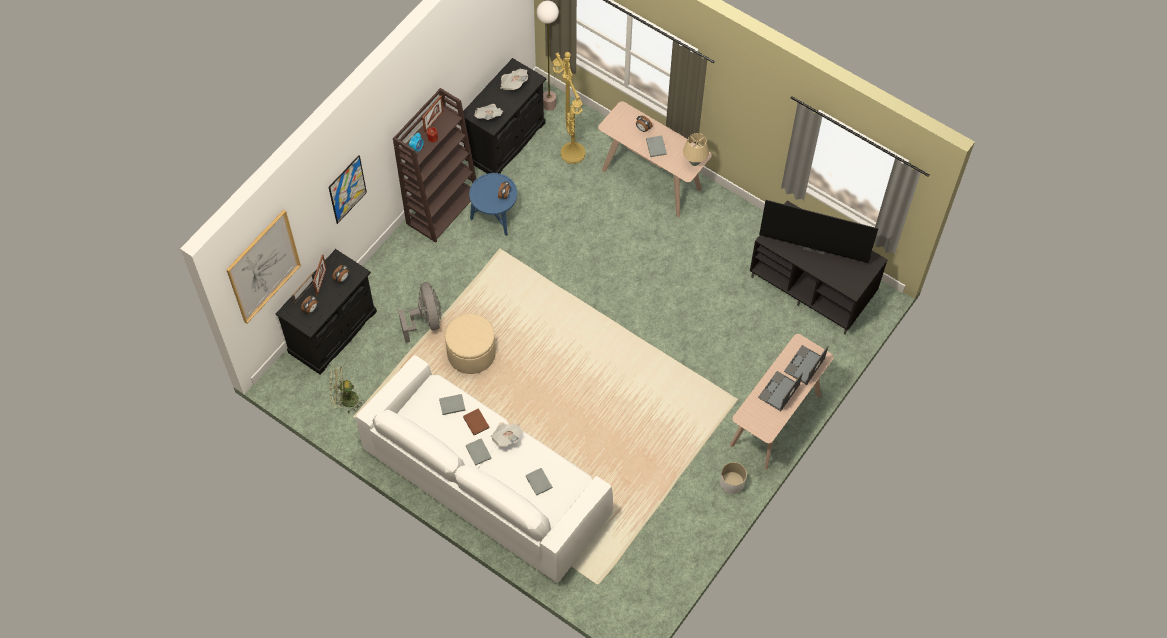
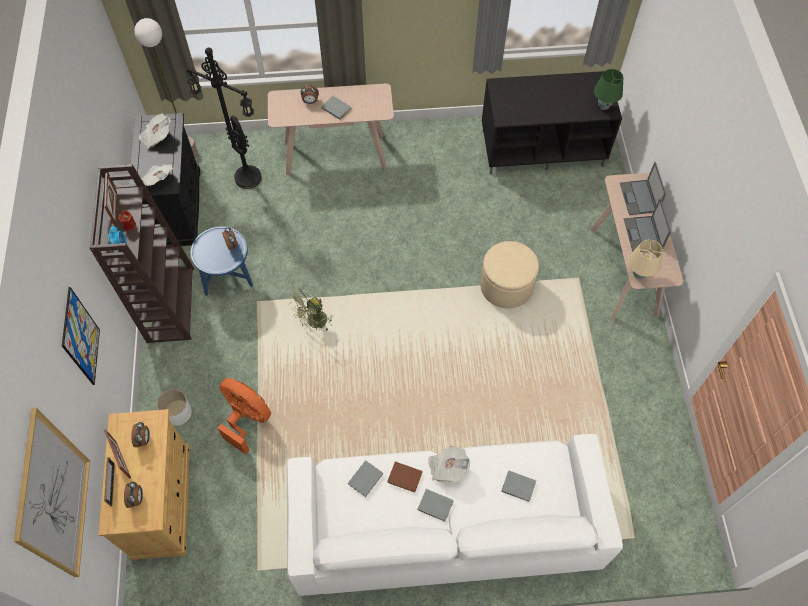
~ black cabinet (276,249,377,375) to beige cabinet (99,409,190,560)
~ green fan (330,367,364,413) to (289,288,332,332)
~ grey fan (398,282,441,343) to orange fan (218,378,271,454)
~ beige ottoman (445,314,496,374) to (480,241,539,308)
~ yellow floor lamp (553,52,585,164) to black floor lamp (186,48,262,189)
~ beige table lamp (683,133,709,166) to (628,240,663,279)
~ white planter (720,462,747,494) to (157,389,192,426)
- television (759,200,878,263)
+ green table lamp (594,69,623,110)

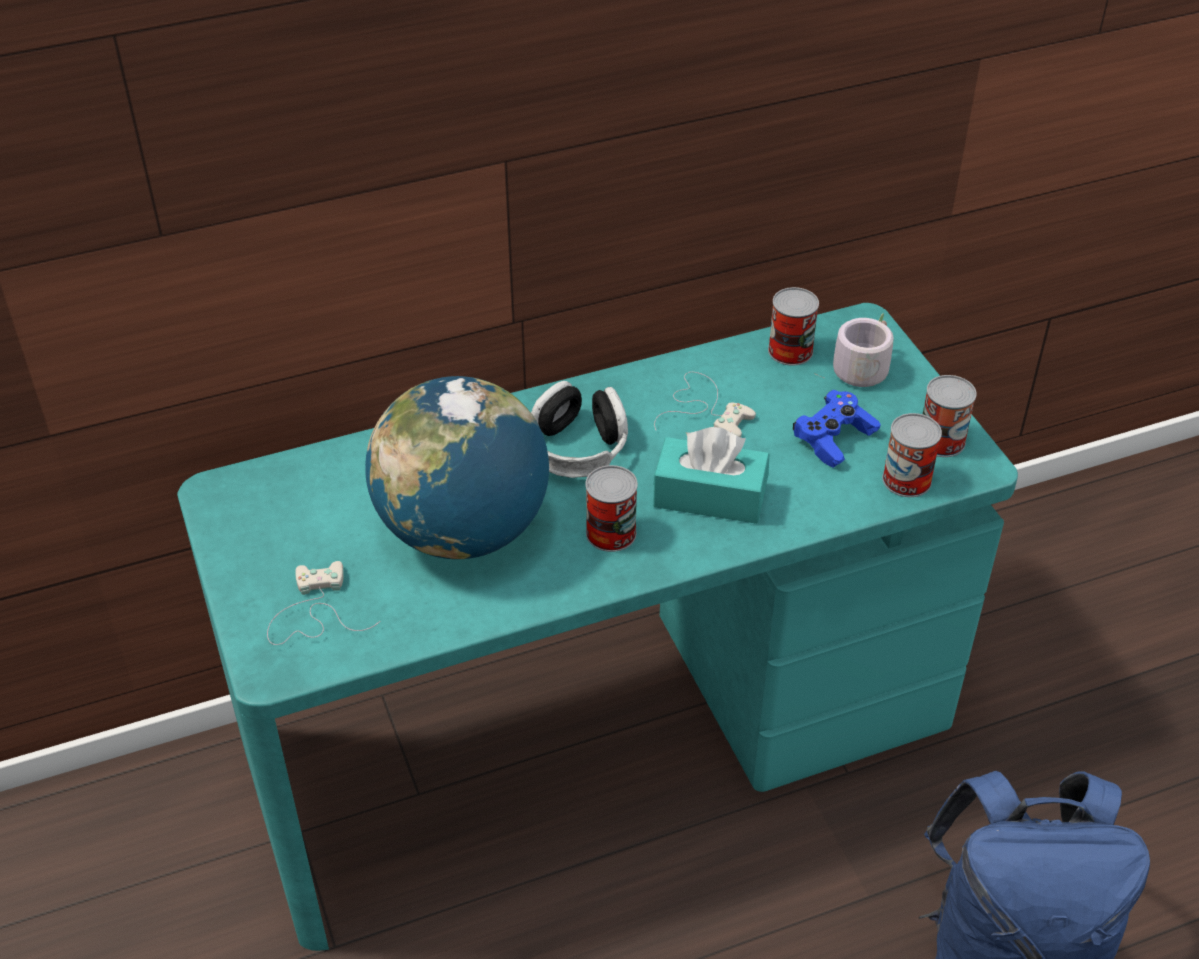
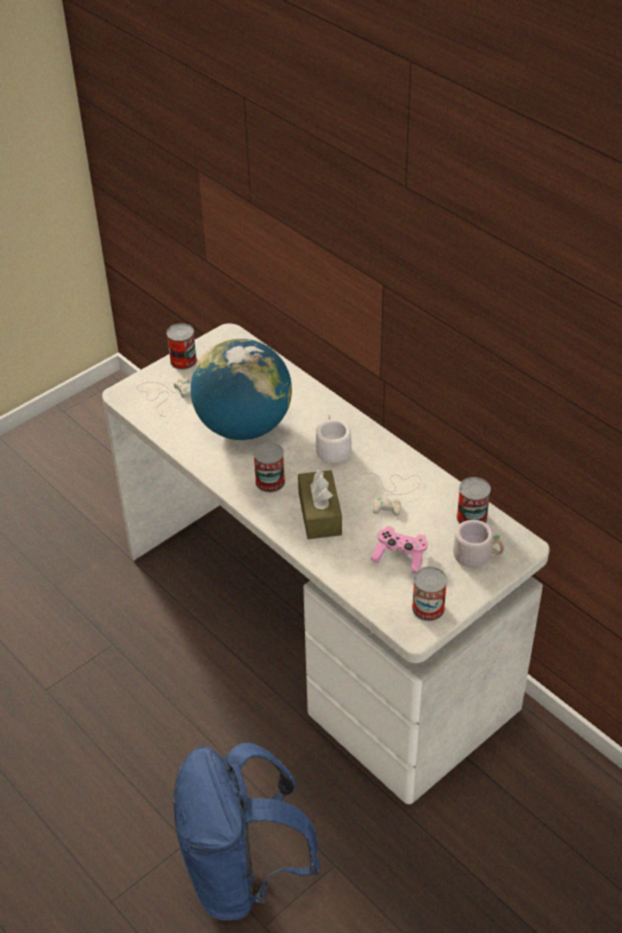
~ turquoise desk (177,303,1018,951) to white desk (102,323,550,804)
~ headphones (531,381,628,478) to white mug (316,415,352,469)
~ turquoise tissue box (653,427,769,524) to brown tissue box (298,469,342,539)
~ blue game controller (793,390,881,468) to pink game controller (371,526,428,573)
~ can (882,413,942,497) to (167,323,197,370)

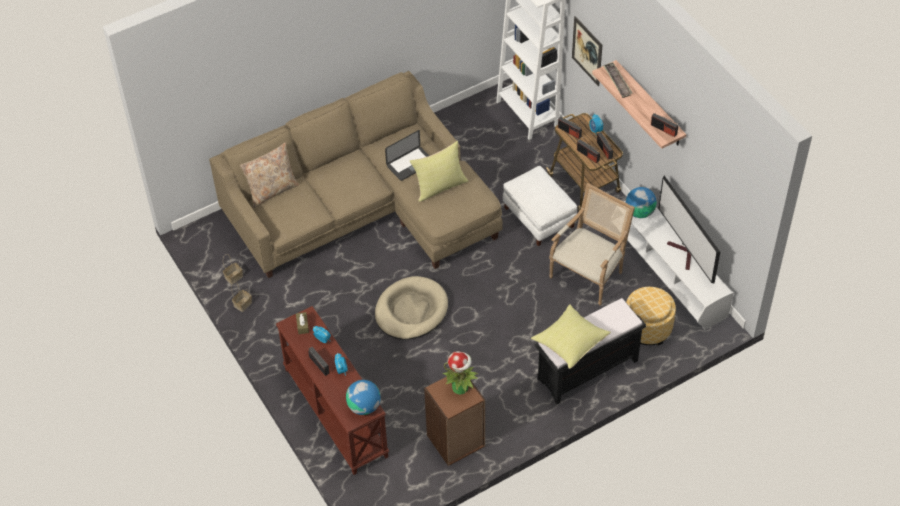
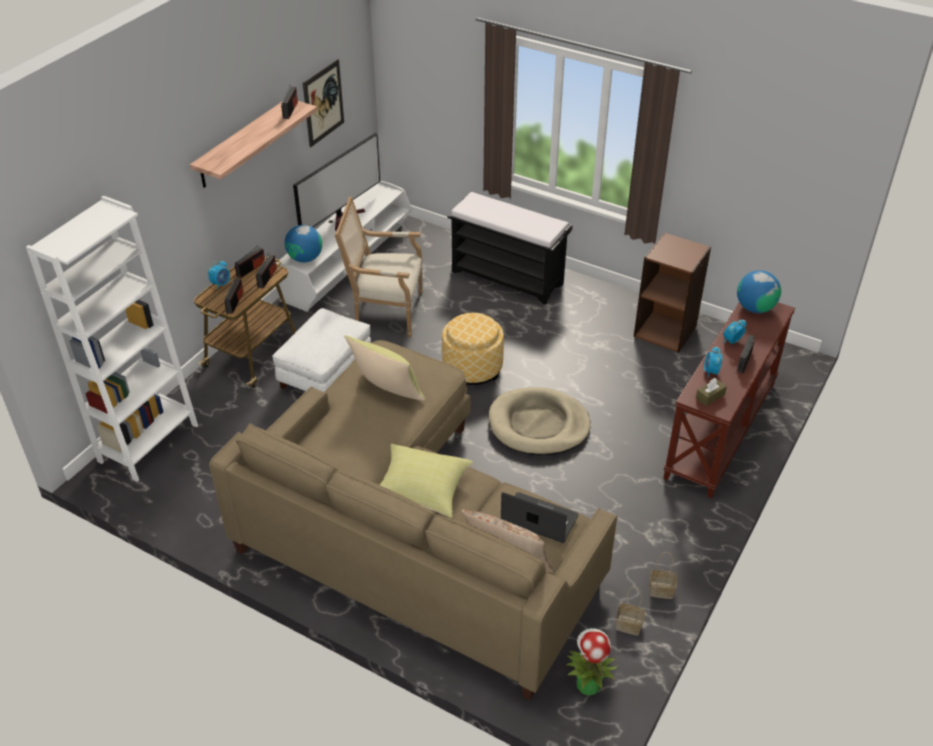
~ laptop (385,130,429,181) to (501,492,578,543)
~ potted plant (442,351,478,394) to (567,628,619,695)
~ yellow pillow (531,304,611,369) to (379,444,474,518)
~ picture (572,16,603,86) to (303,59,344,147)
- tray (603,62,633,98)
~ ottoman (626,287,676,345) to (442,313,504,385)

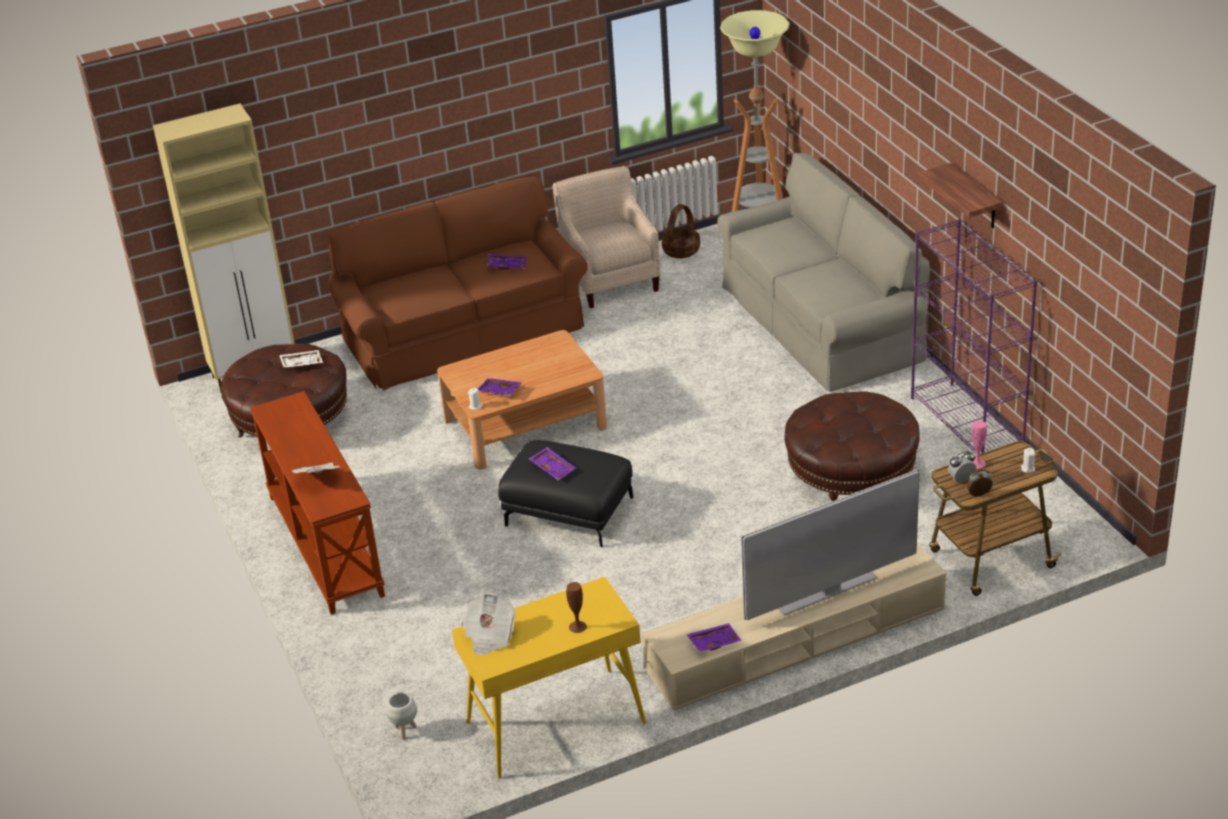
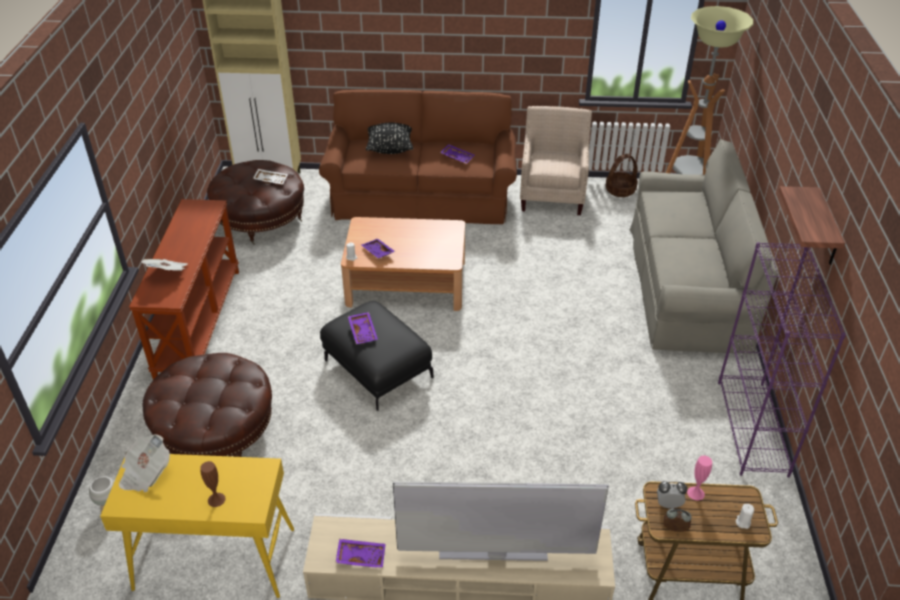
~ brown ottoman (784,391,920,501) to (142,353,272,457)
+ black pillow (366,123,413,154)

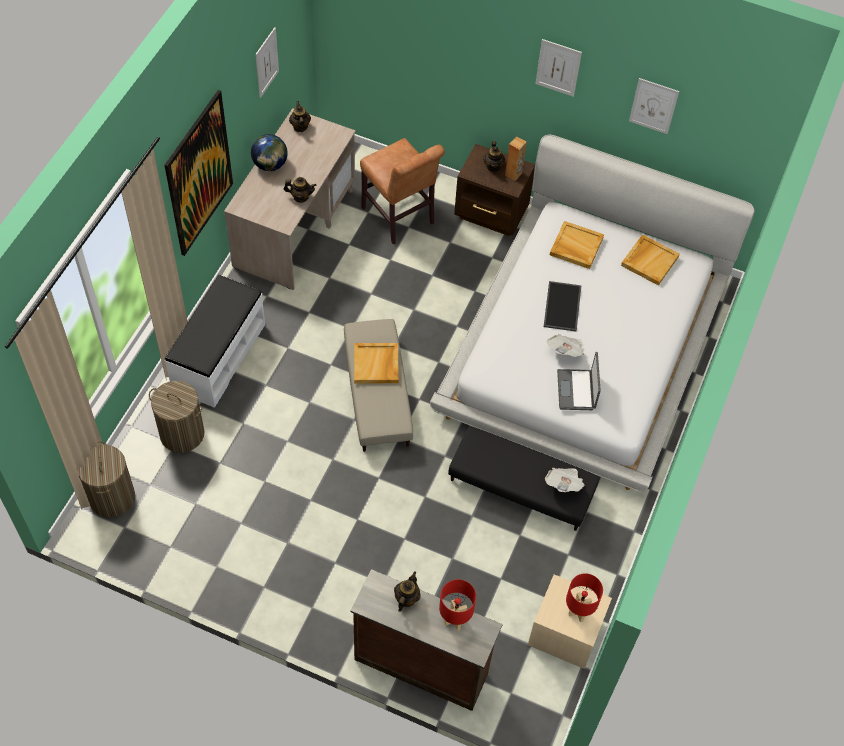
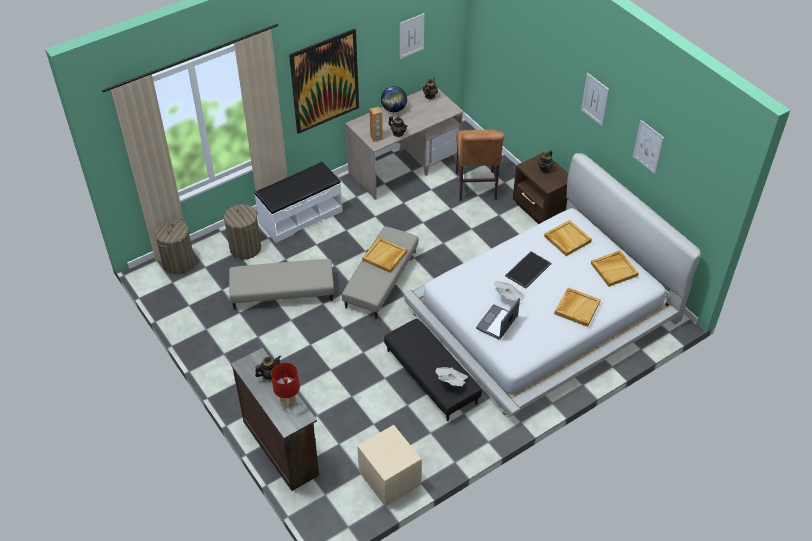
~ brown speaker (505,136,527,181) to (370,107,383,142)
- red table lamp (566,573,603,622)
+ beige ottoman (229,259,334,309)
+ beige tray (554,288,601,327)

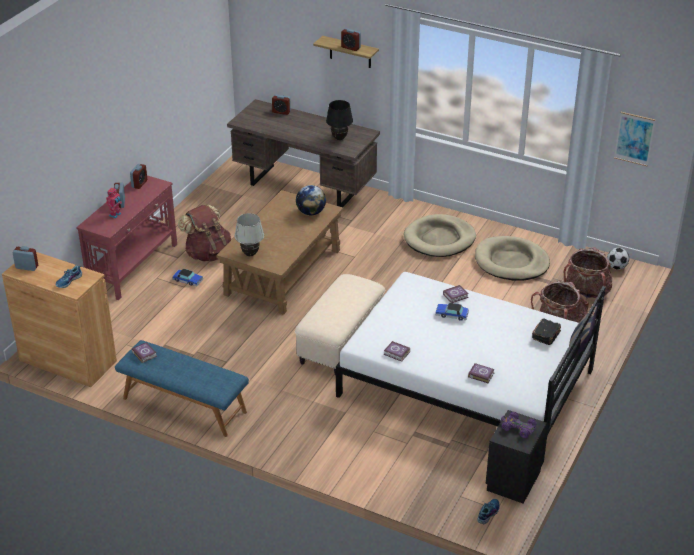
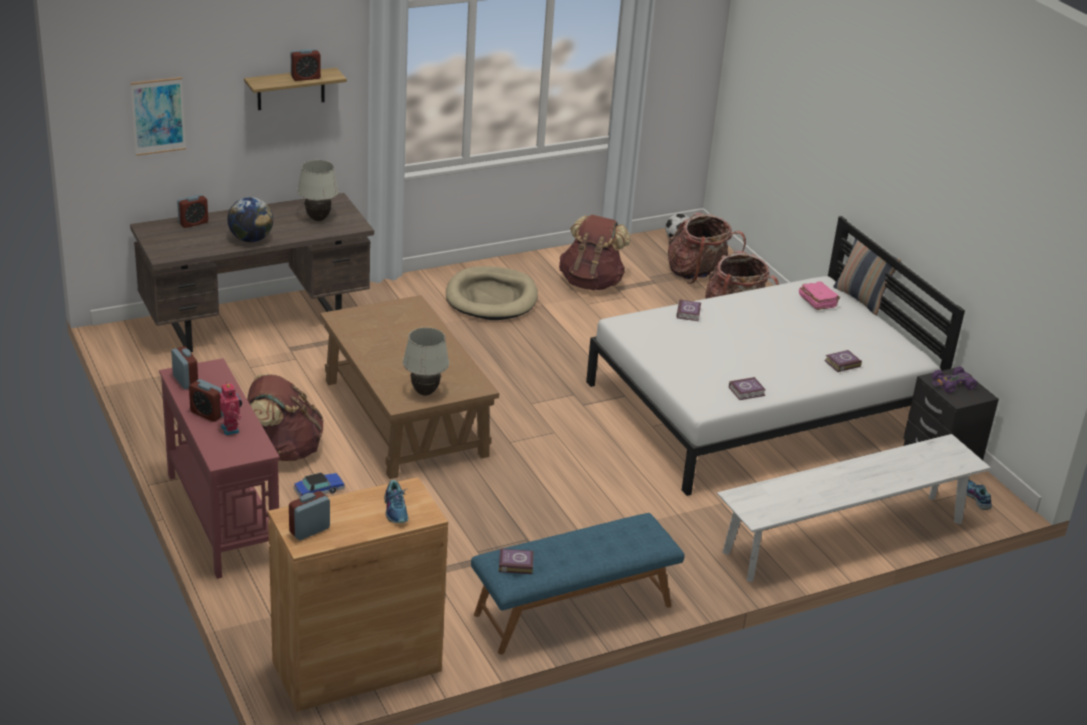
- beige ottoman (295,274,385,376)
~ globe (296,185,326,215) to (227,197,273,242)
~ black table lamp (326,100,353,140) to white table lamp (297,160,339,221)
- toy car (435,303,469,321)
~ beige dog bed (475,236,550,281) to brown backpack (559,215,631,290)
~ black book (532,319,561,345) to pink book (799,281,840,310)
~ picture (614,112,656,167) to (130,77,186,156)
+ white bench (717,434,991,582)

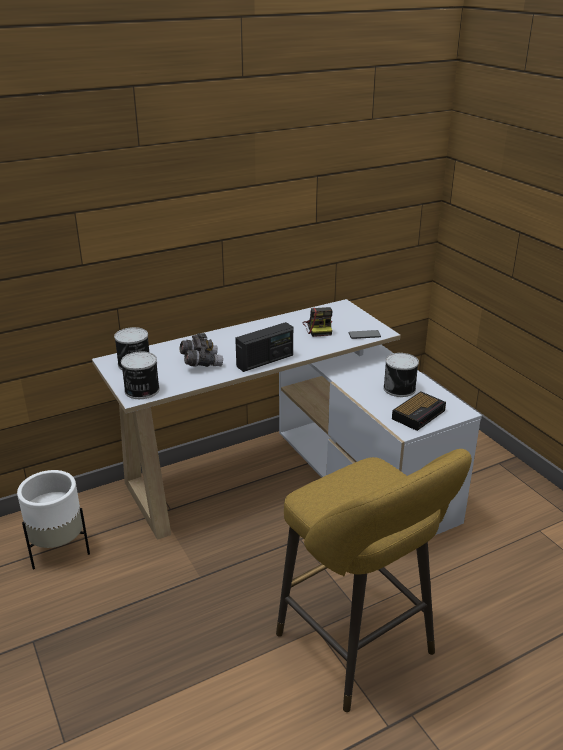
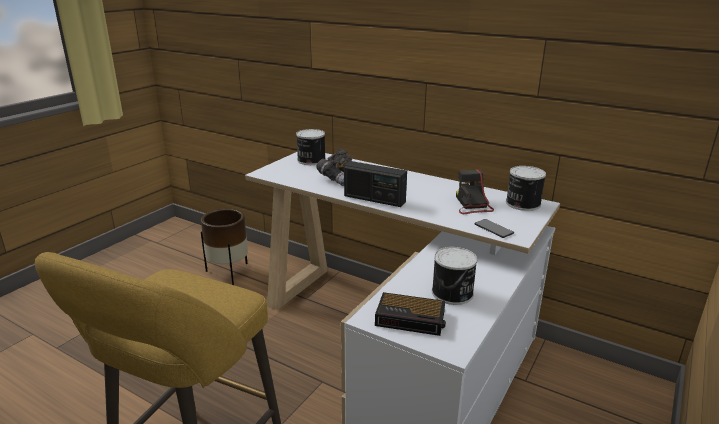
~ white planter (17,470,90,570) to brown planter (201,208,248,285)
~ can (121,351,160,399) to (506,166,546,211)
~ photo camera (303,307,332,337) = (456,169,494,214) 120 degrees clockwise

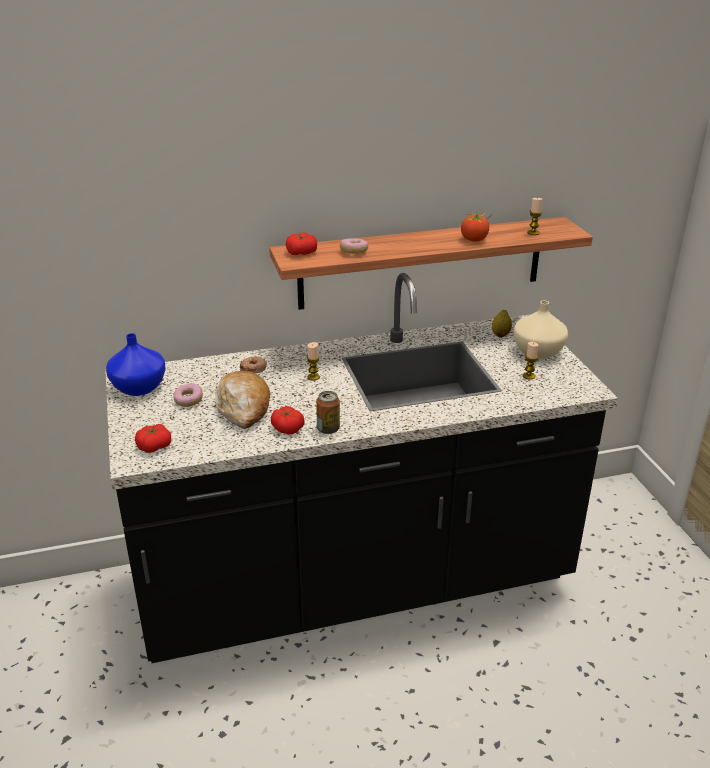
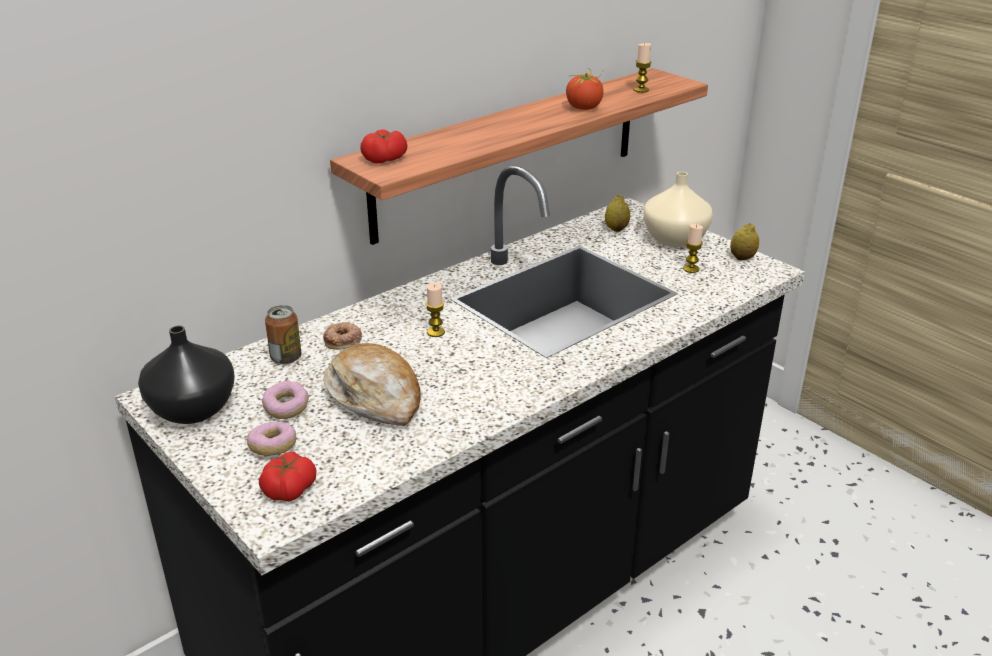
~ blue vase (106,333,166,396) to black vase (138,326,235,424)
- tomato (271,406,305,435)
~ can (316,391,340,434) to (265,305,301,364)
~ donut (340,238,368,254) to (247,422,296,456)
+ lemon (730,223,759,260)

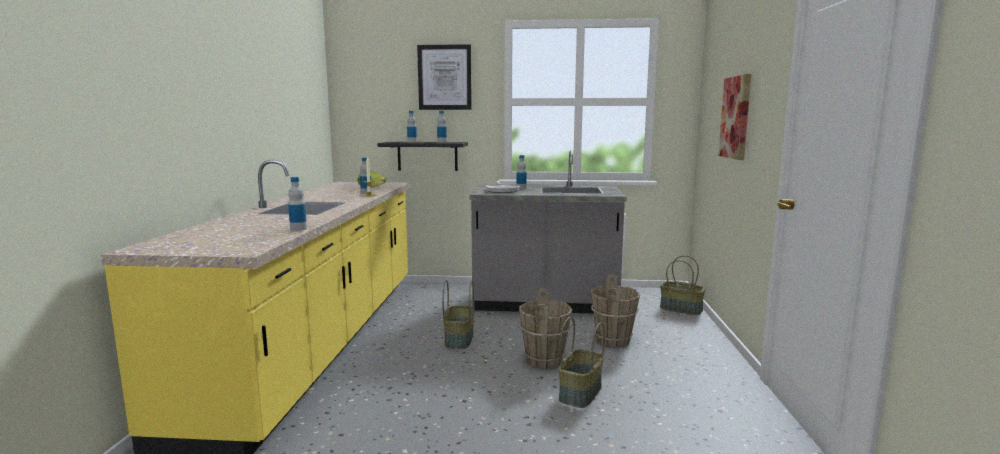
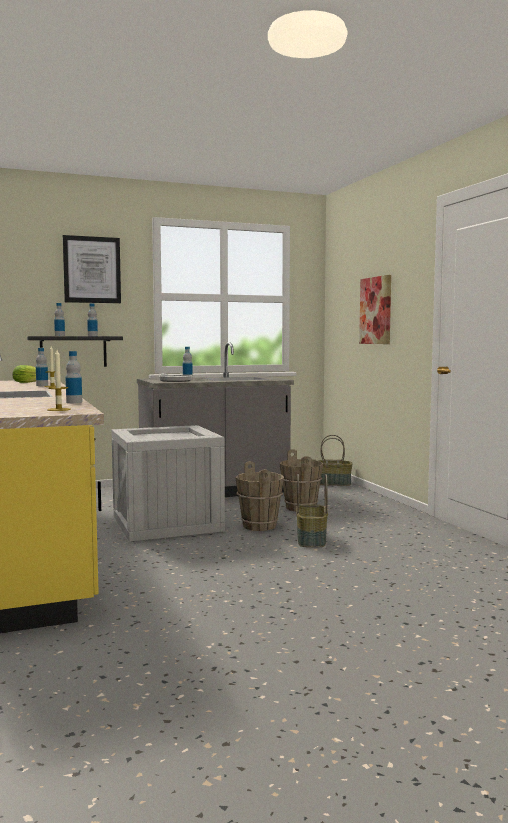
~ basket (442,280,474,349) to crate (112,425,225,542)
+ candle (47,350,71,411)

